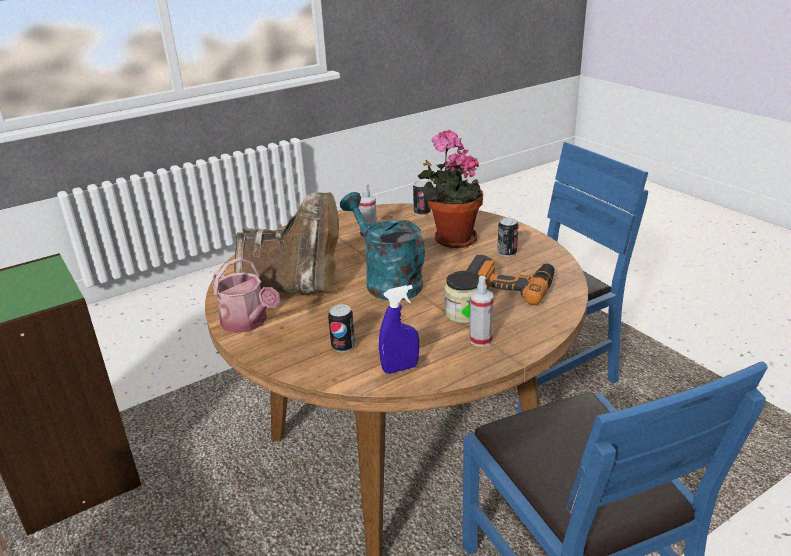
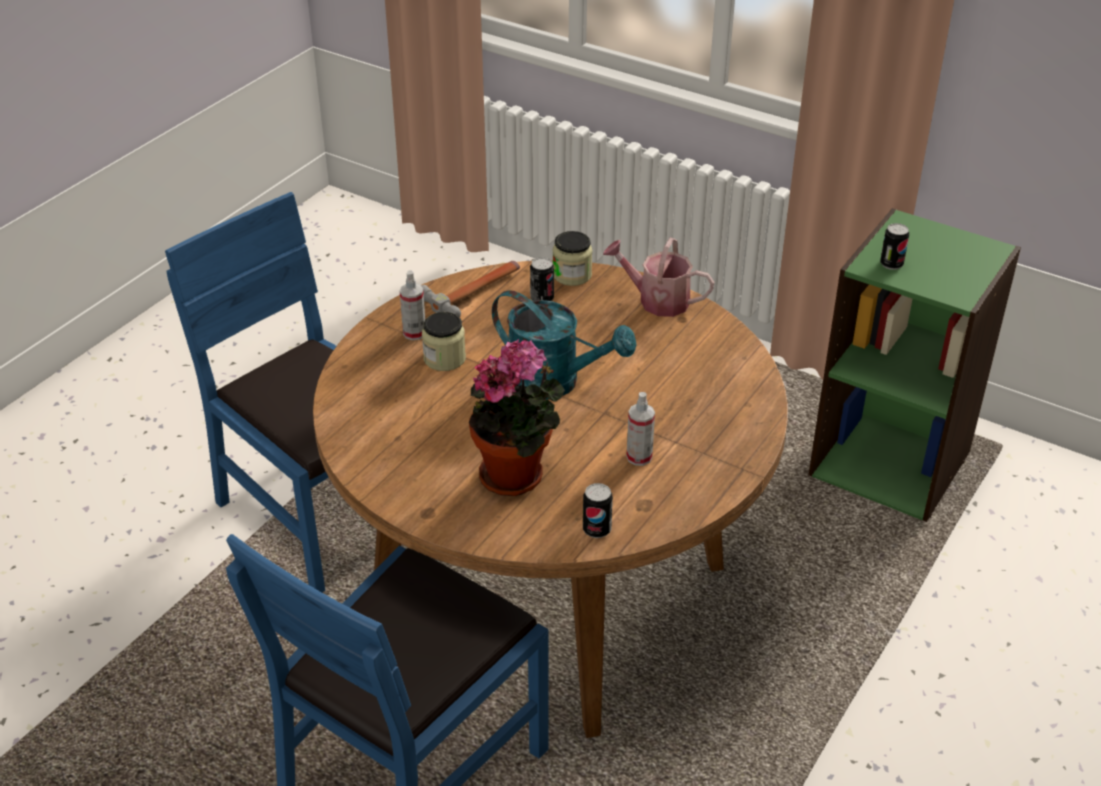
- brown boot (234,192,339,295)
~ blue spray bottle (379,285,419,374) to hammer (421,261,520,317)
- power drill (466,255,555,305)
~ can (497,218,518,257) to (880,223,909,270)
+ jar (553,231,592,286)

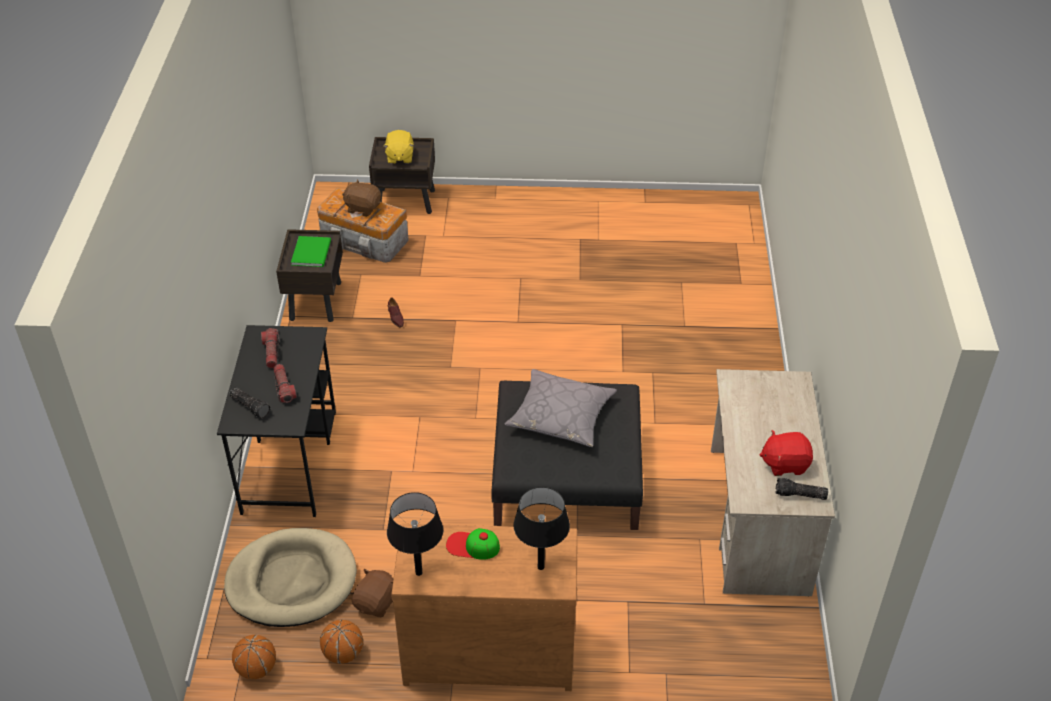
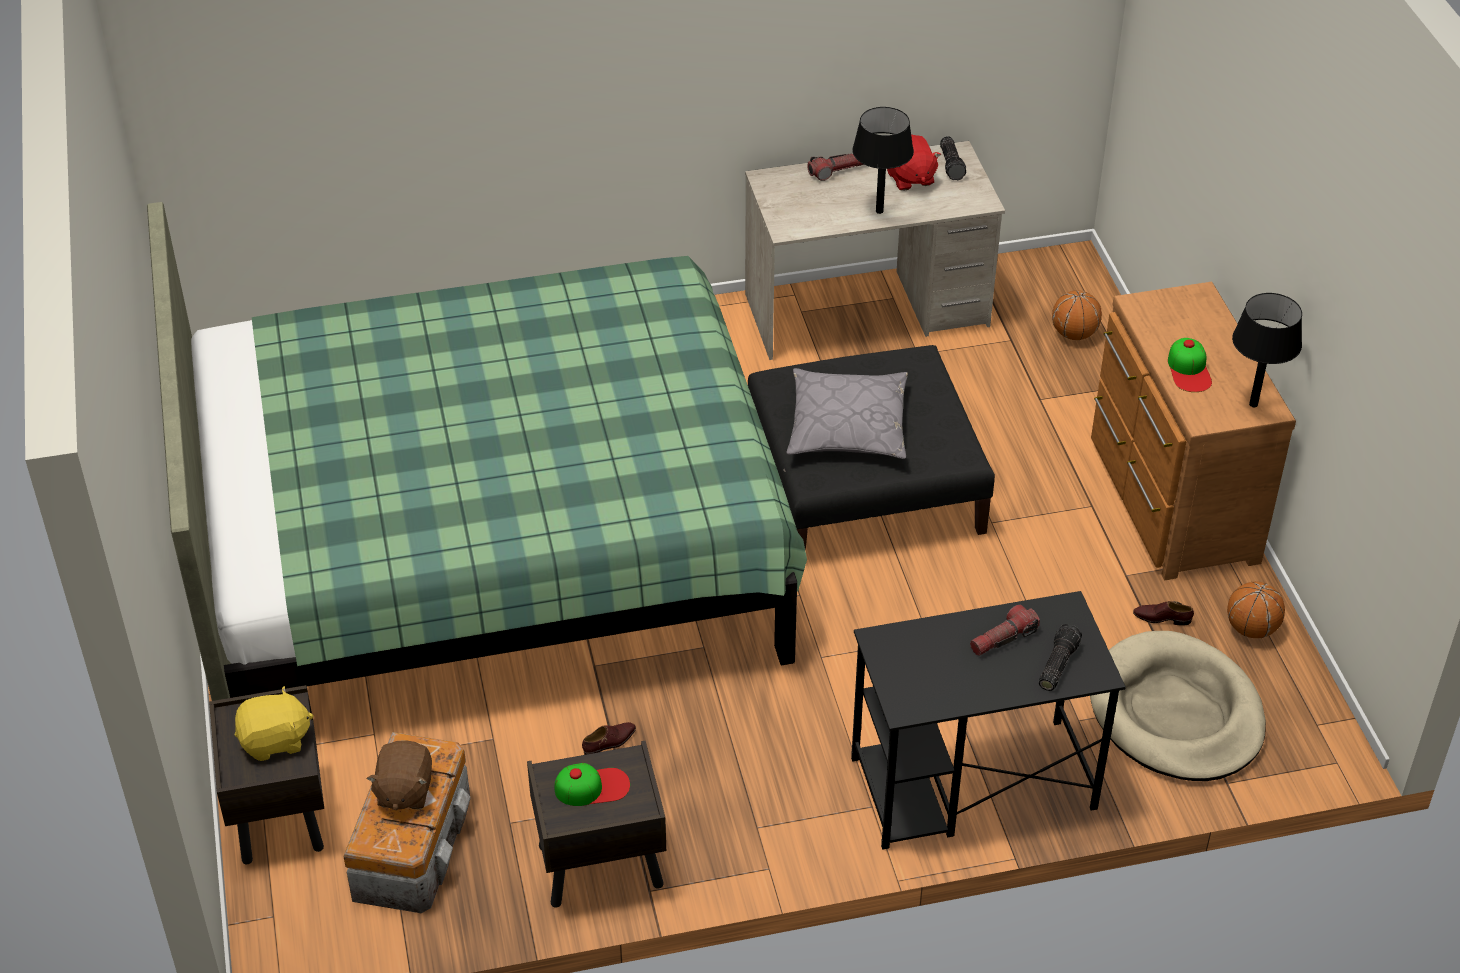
~ basketball (232,635,276,680) to (1052,290,1102,340)
~ flashlight (261,328,280,368) to (807,154,864,181)
~ green book (291,236,331,267) to cap (555,763,630,806)
~ brown plush toy (352,569,393,617) to brown shoe (1133,601,1194,626)
~ black table lamp (513,487,570,570) to (852,107,914,214)
+ green bed (147,202,807,701)

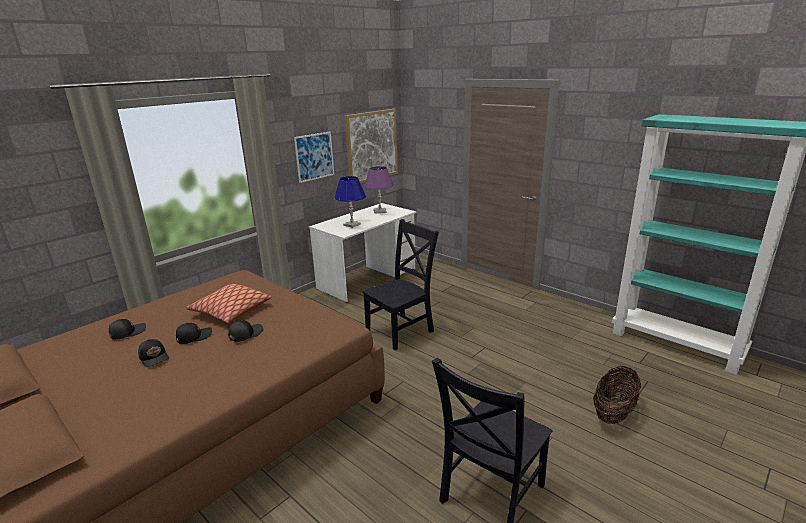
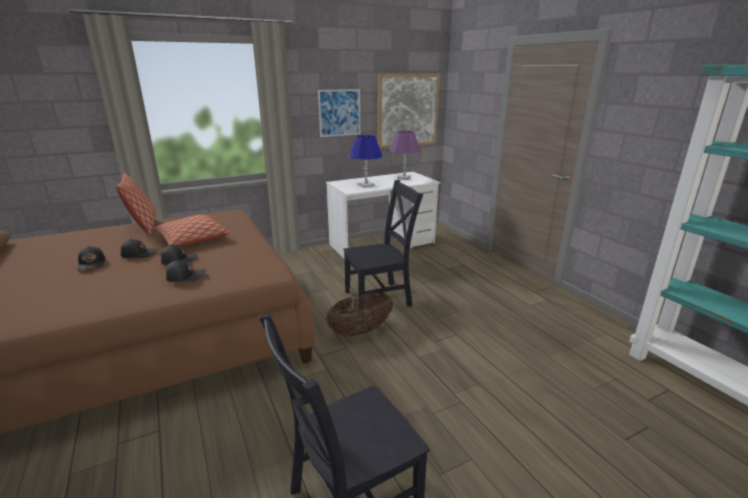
~ black cap (109,319,146,340) to (166,260,205,282)
~ basket (593,366,641,424) to (326,292,393,336)
+ pillow (116,173,156,234)

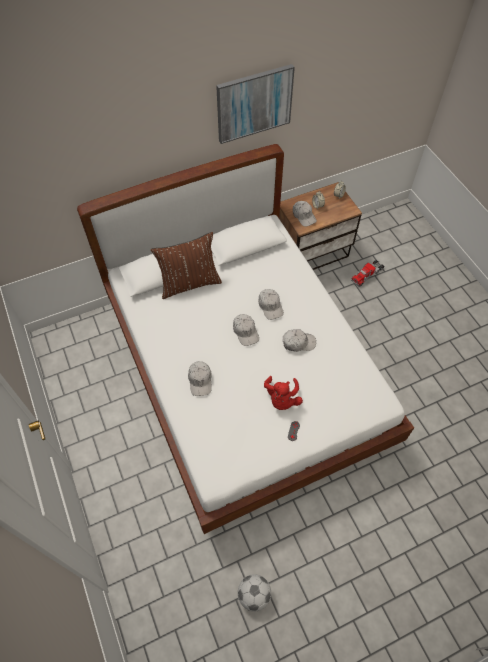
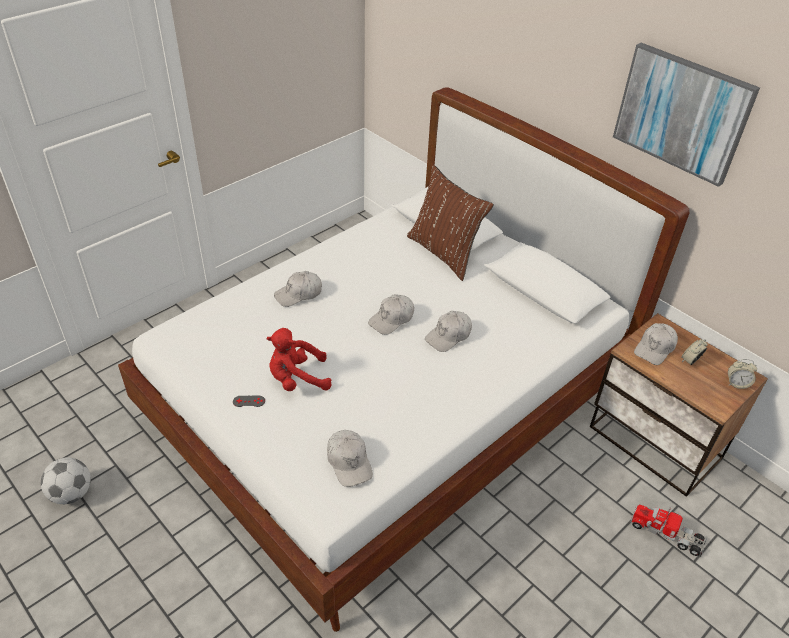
~ white cap (282,329,316,352) to (327,430,373,487)

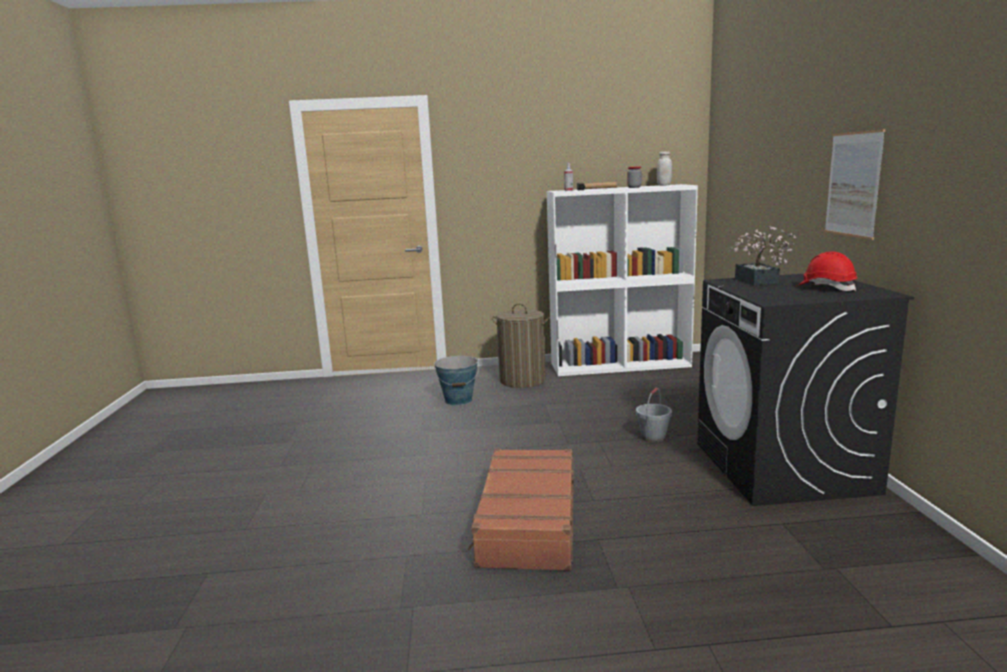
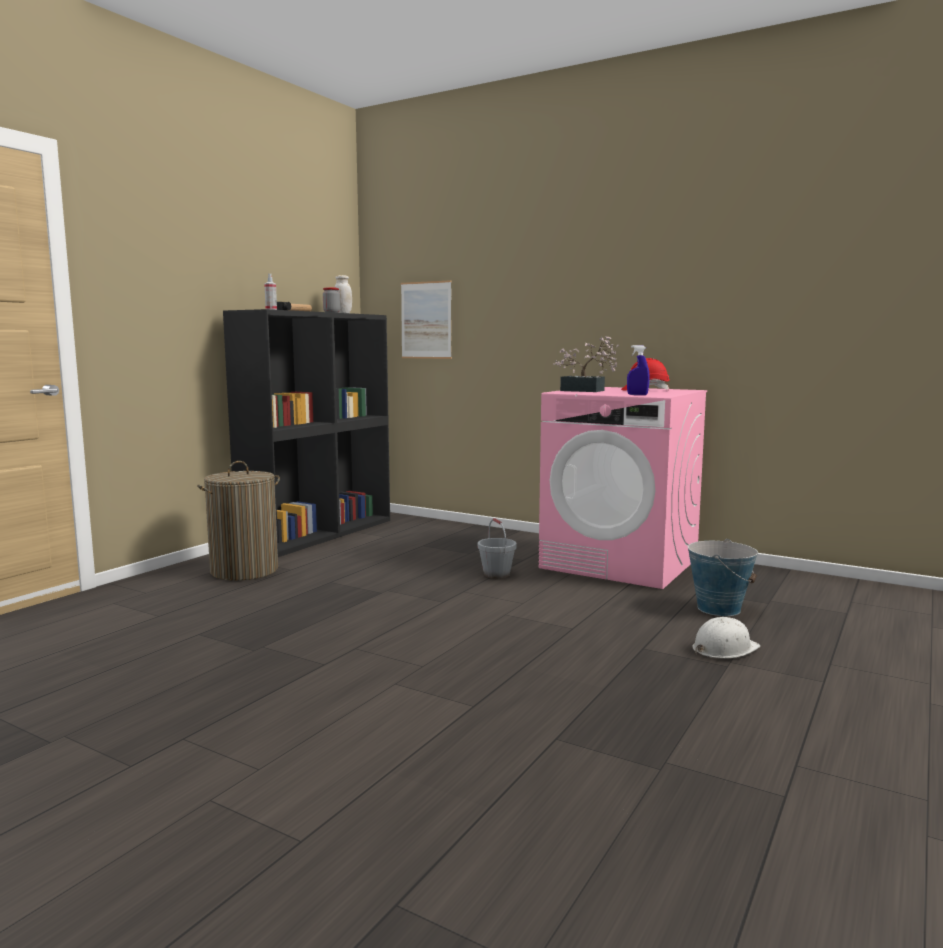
~ bucket (434,356,479,405) to (688,539,758,616)
- brown suitcase (468,449,574,571)
~ white bookcase (547,184,698,376) to black bookcase (223,309,390,557)
~ black washing machine (697,274,914,506) to pink washing machine (539,387,707,589)
~ picture (825,129,885,240) to (401,280,452,359)
+ blue spray bottle (627,345,649,395)
+ white hard hat (692,617,760,659)

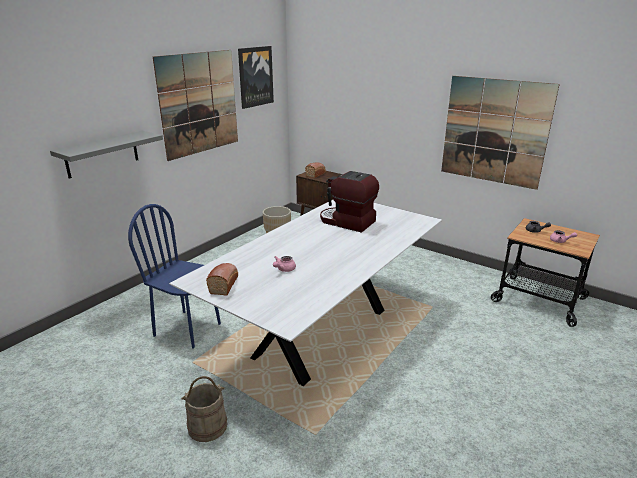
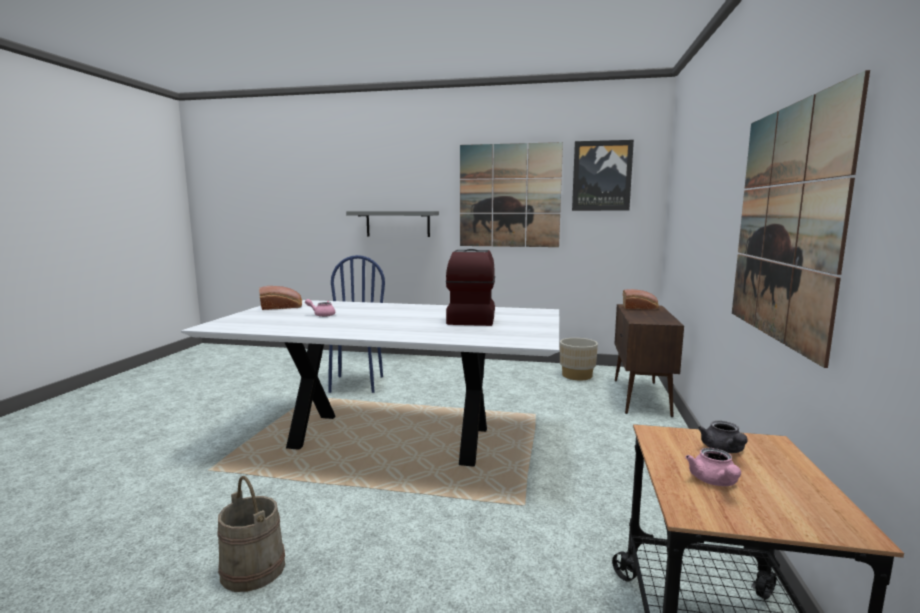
~ beige bucket (181,376,227,442) to (217,476,285,592)

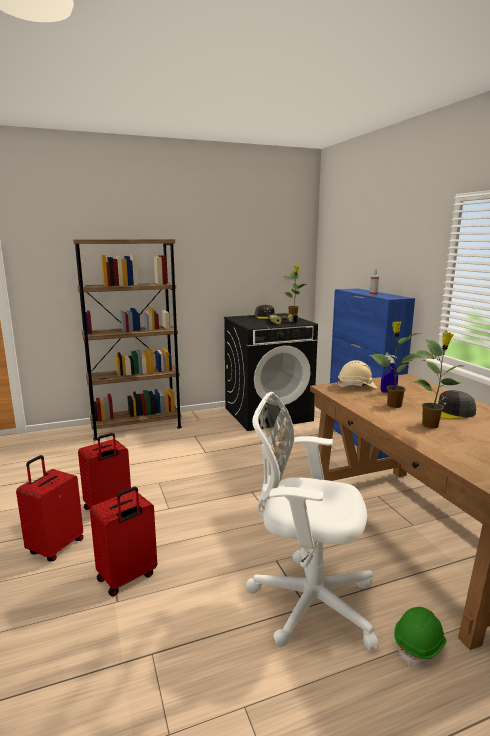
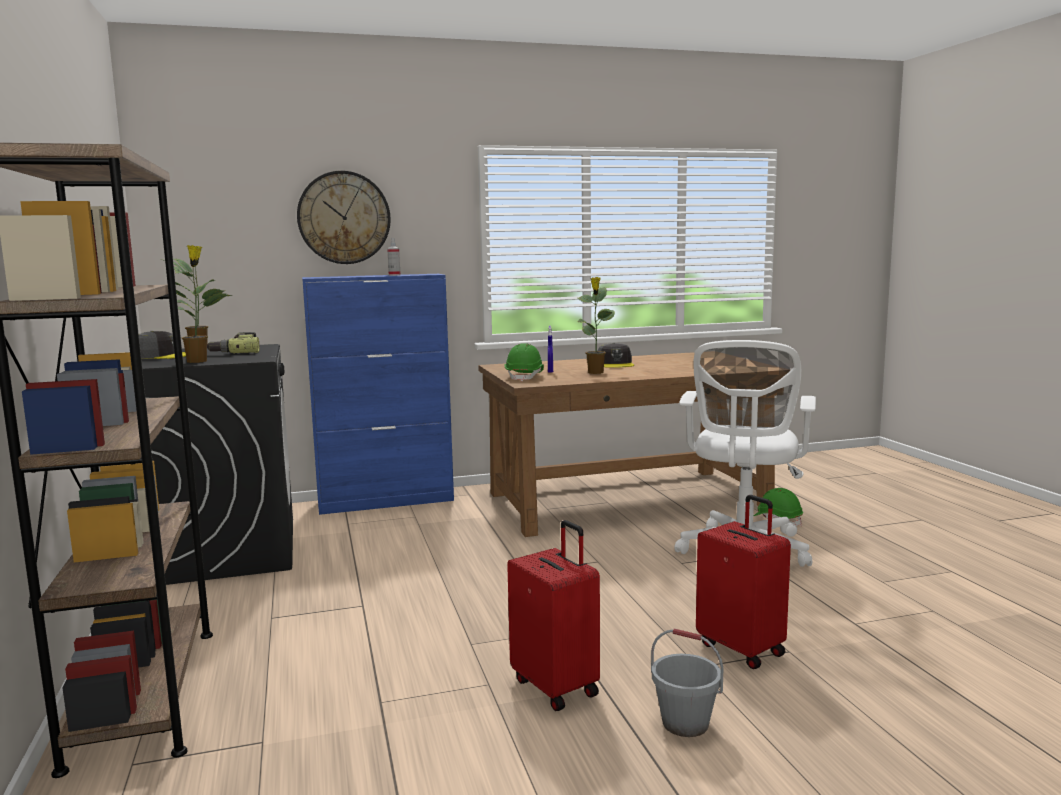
~ red suitcase (16,455,83,562) to grey bucket (651,629,723,737)
~ beige hard hat (337,360,377,389) to green hard hat (505,344,544,382)
~ potted plant (414,332,462,428) to (161,245,233,363)
+ wall clock (297,171,391,264)

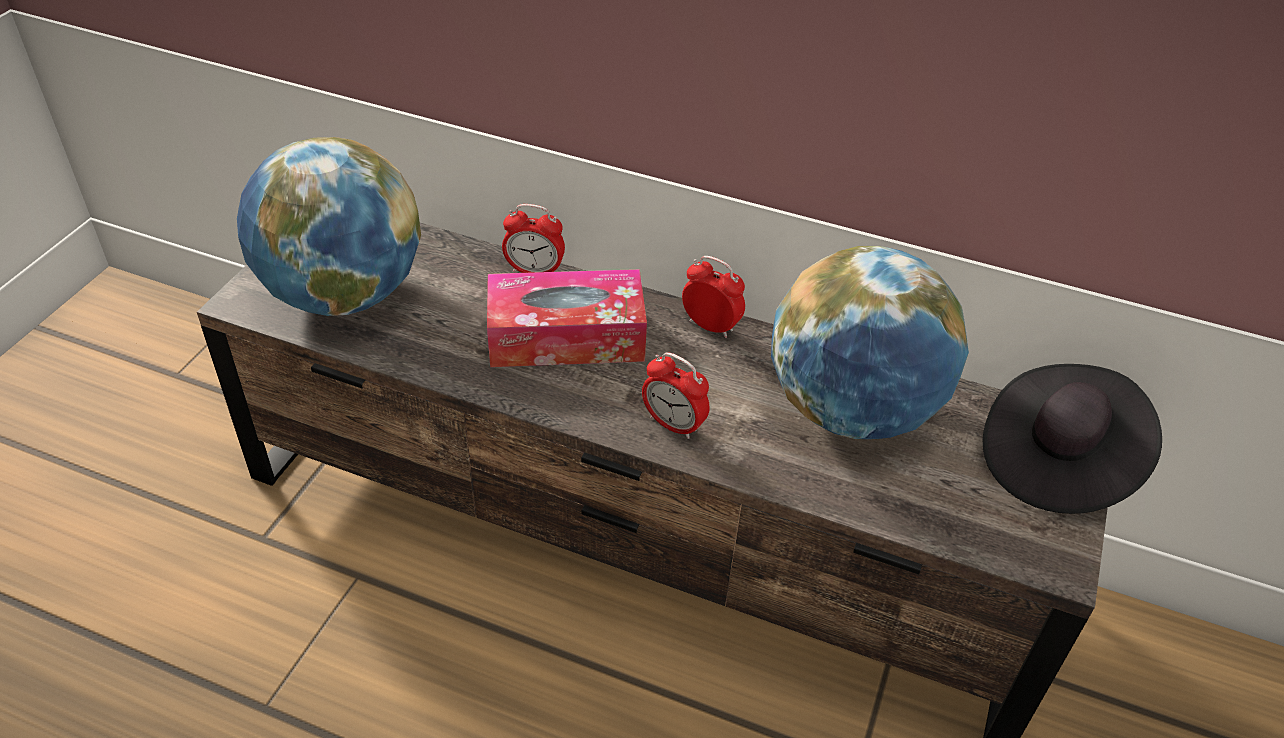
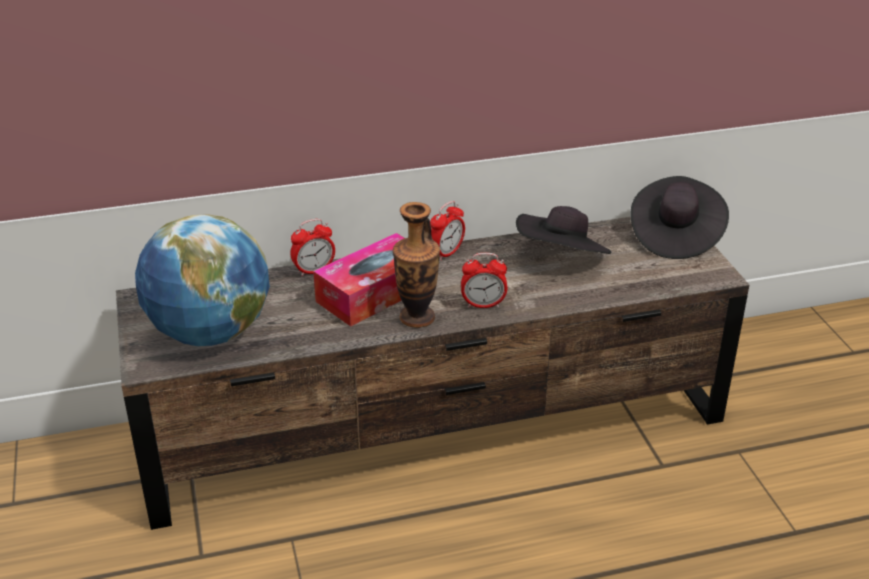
~ alarm clock (682,256,745,338) = (430,201,465,261) 135 degrees clockwise
~ globe (771,246,969,439) to black hat (516,206,611,254)
+ vase (393,202,440,328)

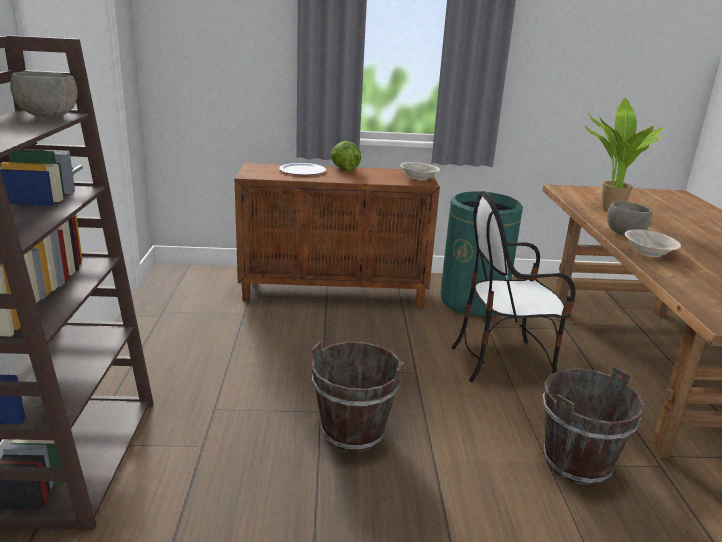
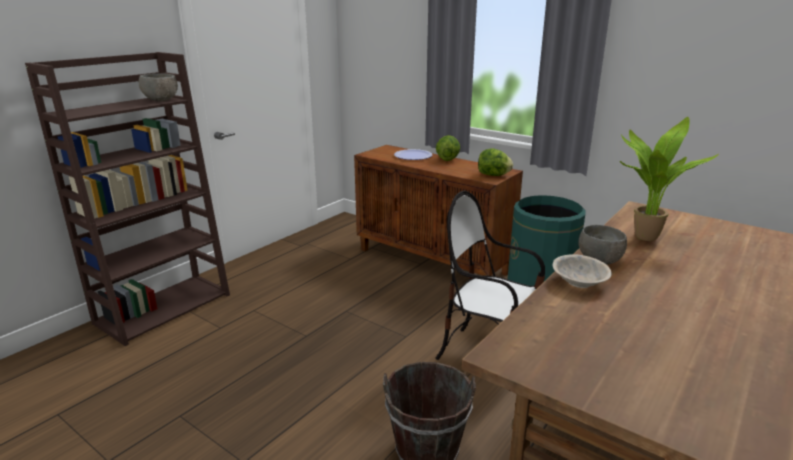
- brown bucket (311,341,404,452)
~ beige bowl (400,162,440,180) to lettuce (478,149,513,176)

